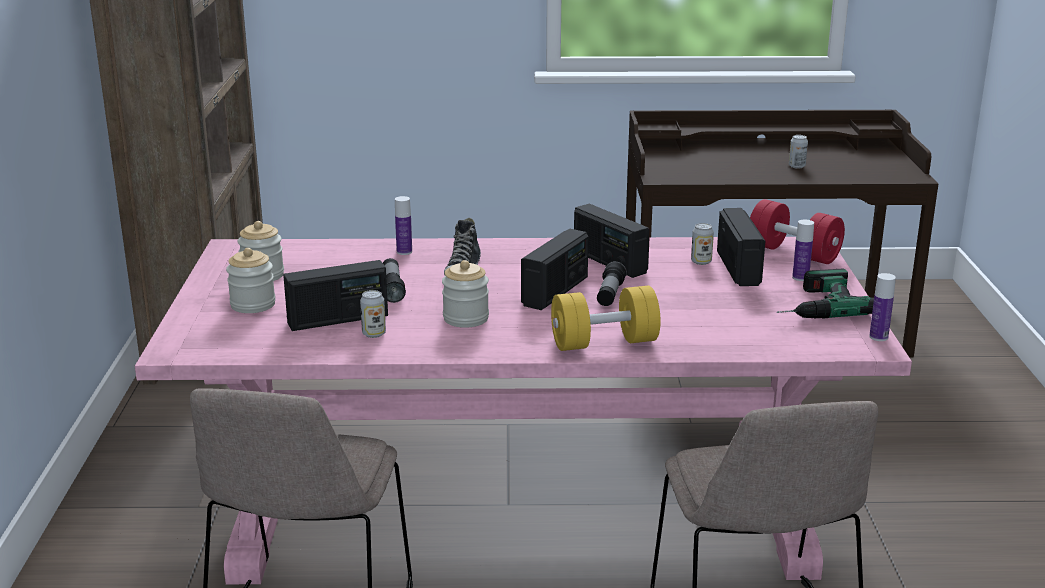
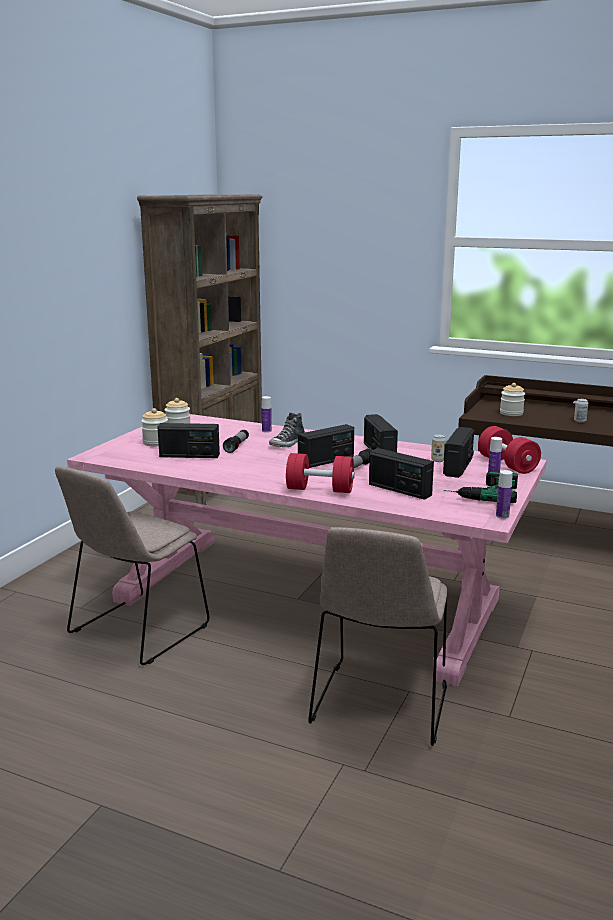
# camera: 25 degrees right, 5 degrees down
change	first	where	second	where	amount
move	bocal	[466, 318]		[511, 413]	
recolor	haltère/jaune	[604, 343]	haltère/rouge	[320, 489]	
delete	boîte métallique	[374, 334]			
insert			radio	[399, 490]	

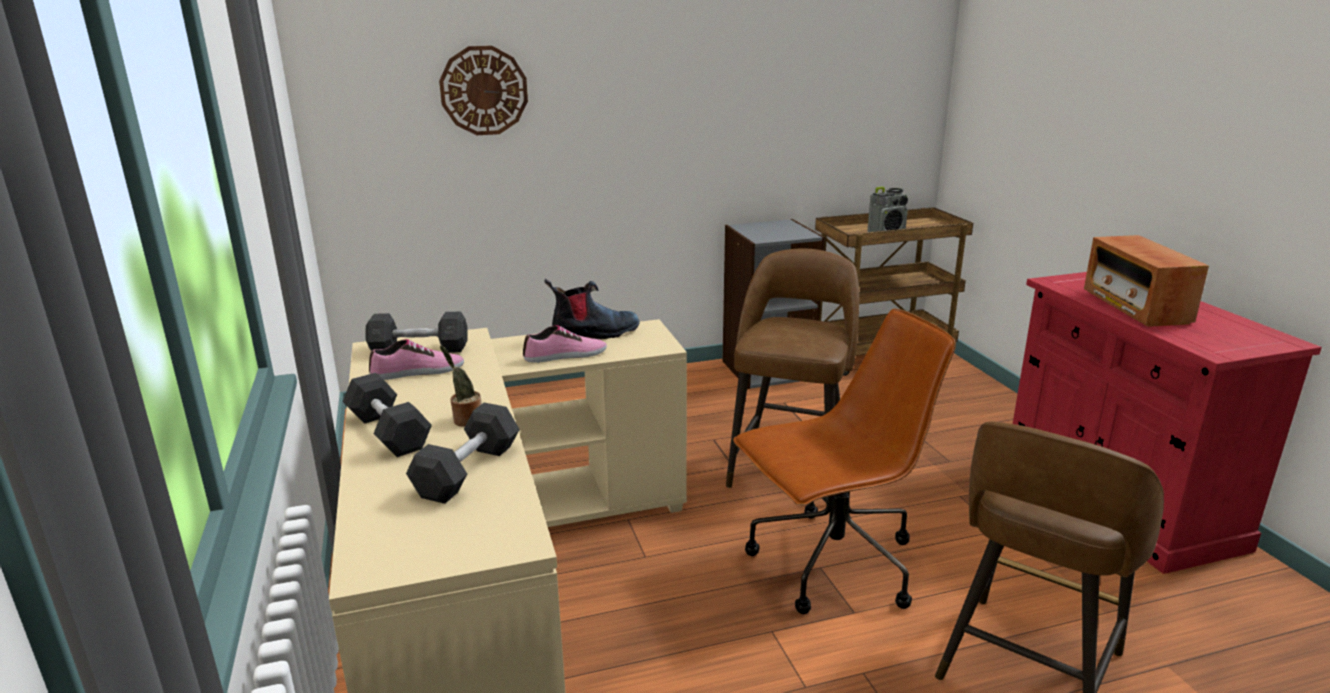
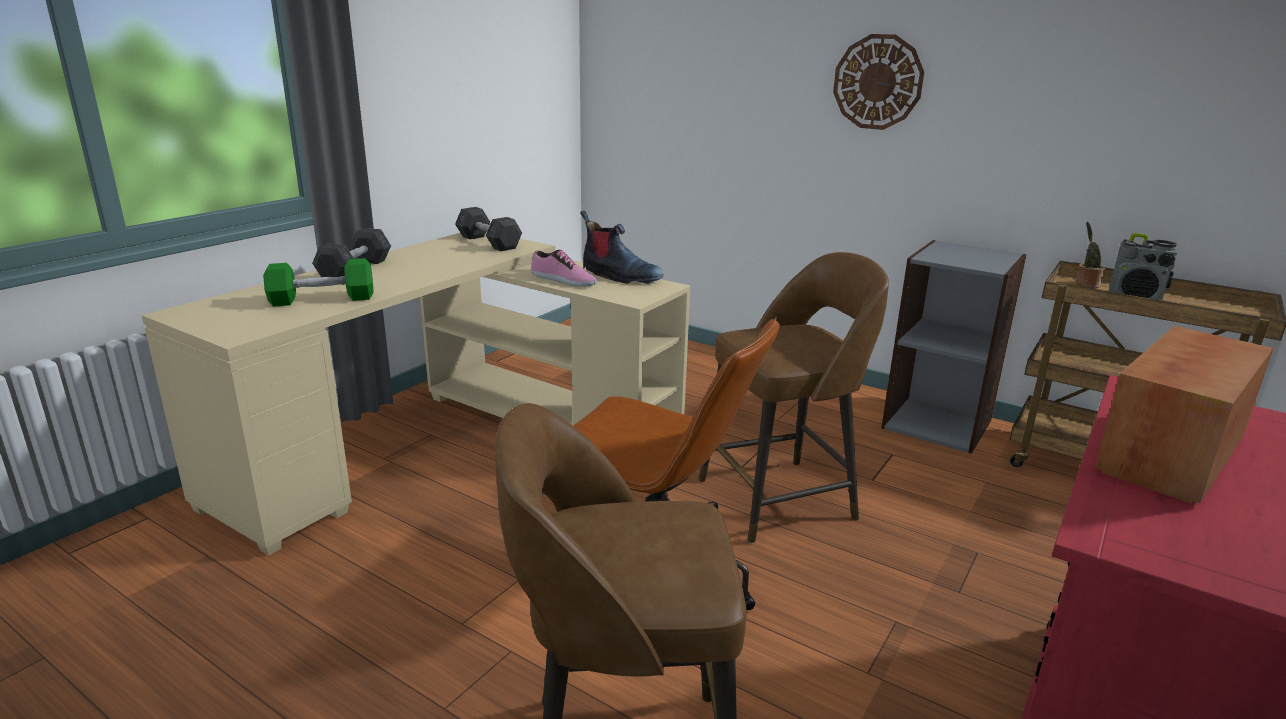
# camera: 50 degrees right, 0 degrees up
change	first	where	second	where	amount
move	horloge murale	[484, 91]		[878, 82]	
delete	chaussure	[418, 372]			
move	plante en pot	[465, 420]		[1085, 284]	
recolor	haltère/gris	[467, 471]	haltère/vert	[322, 299]	

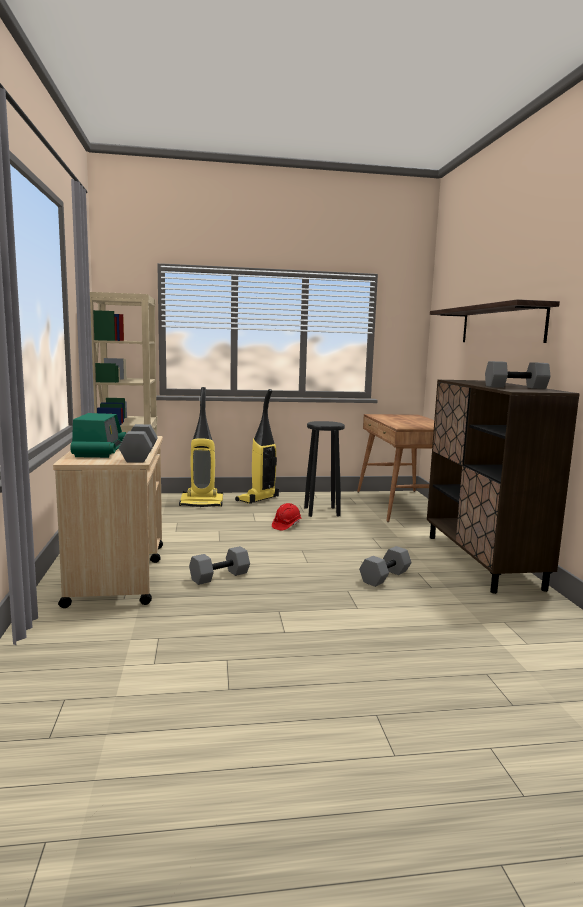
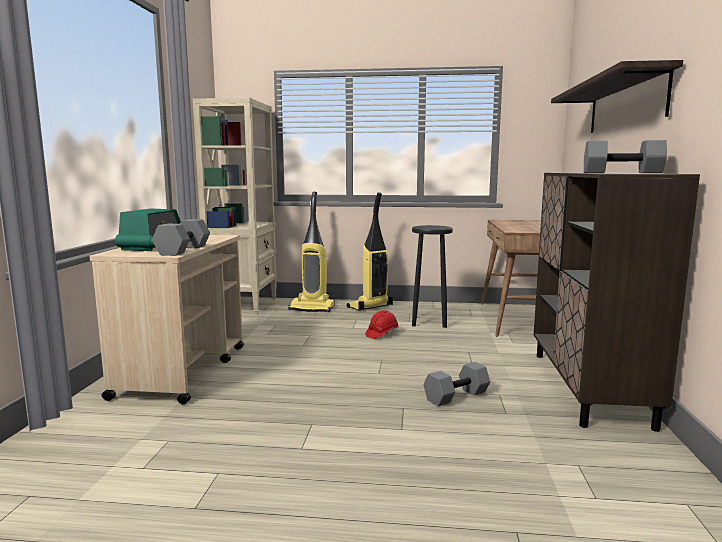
# camera: 15 degrees right, 0 degrees up
change	first	where	second	where	amount
delete	haltère/gris	[219, 576]			

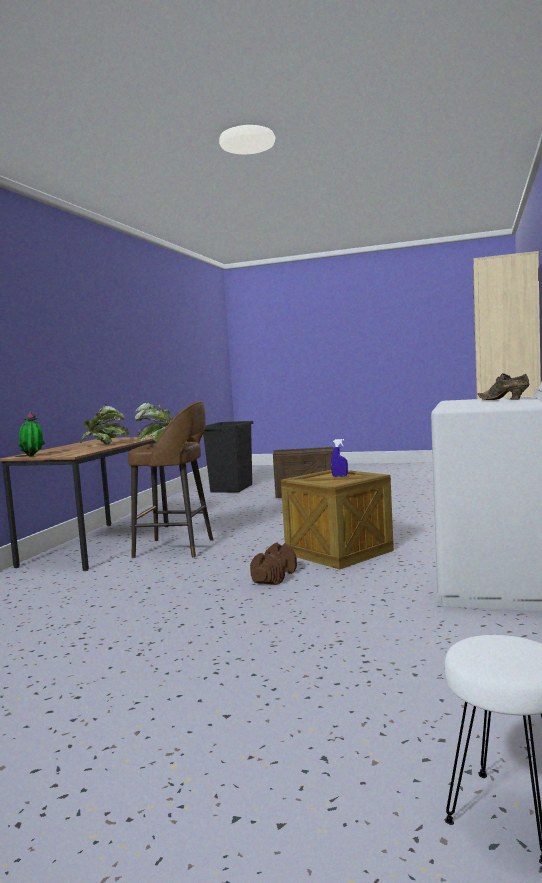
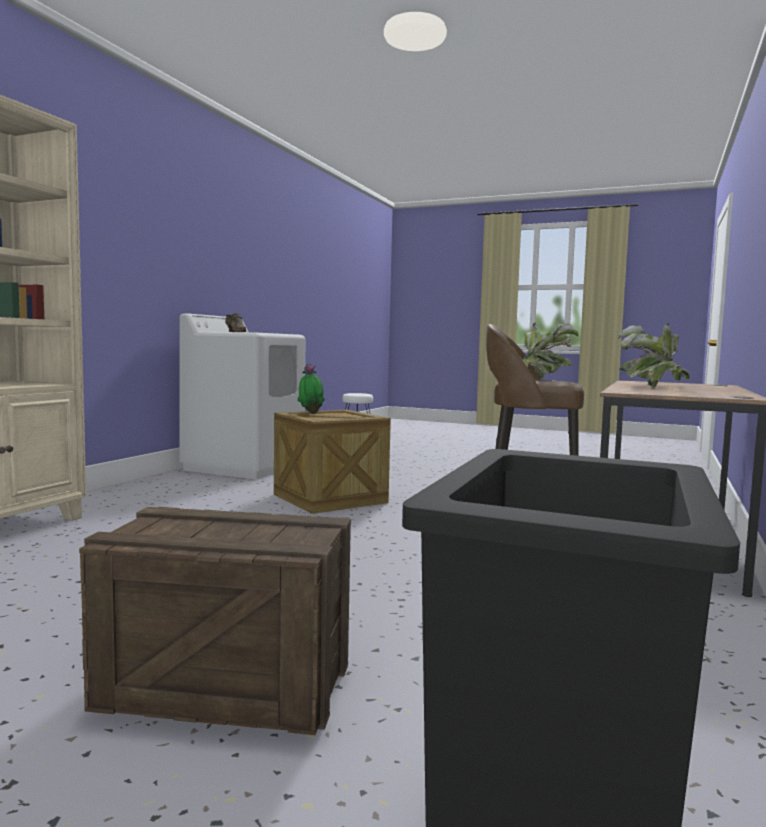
# camera: 175 degrees left, 0 degrees up
change	first	where	second	where	amount
move	plante en pot	[32, 456]		[311, 413]	
delete	vaporisateur/bleu	[339, 476]			
delete	haltère/marron	[275, 577]			

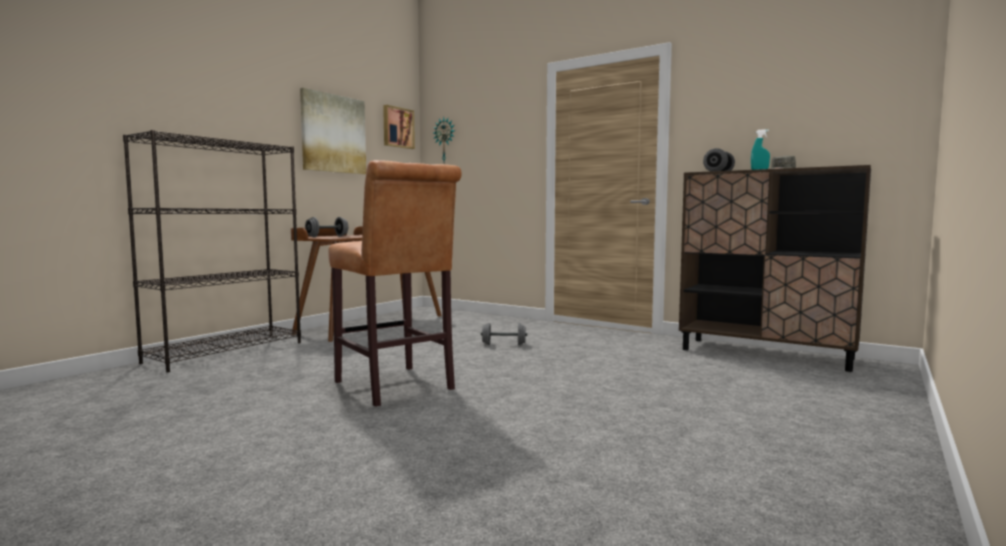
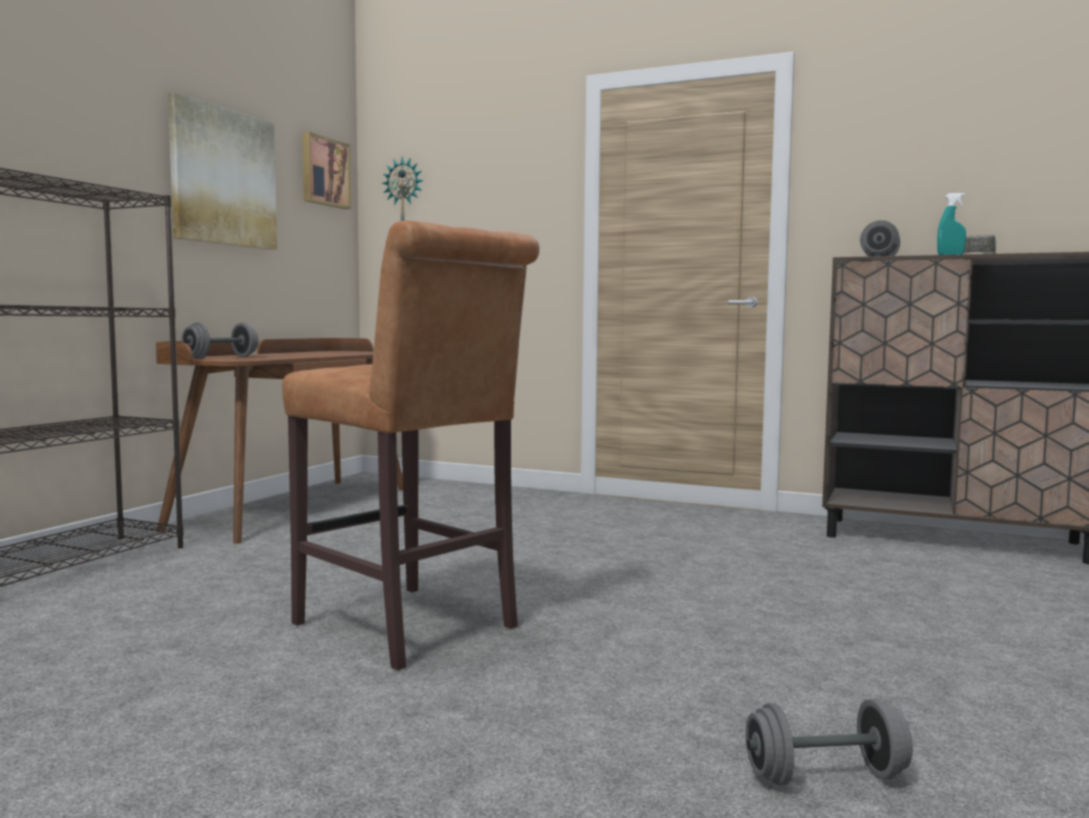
# camera: 10 degrees left, 0 degrees up
change	first	where	second	where	amount
move	haltère/gris	[504, 344]		[825, 776]	

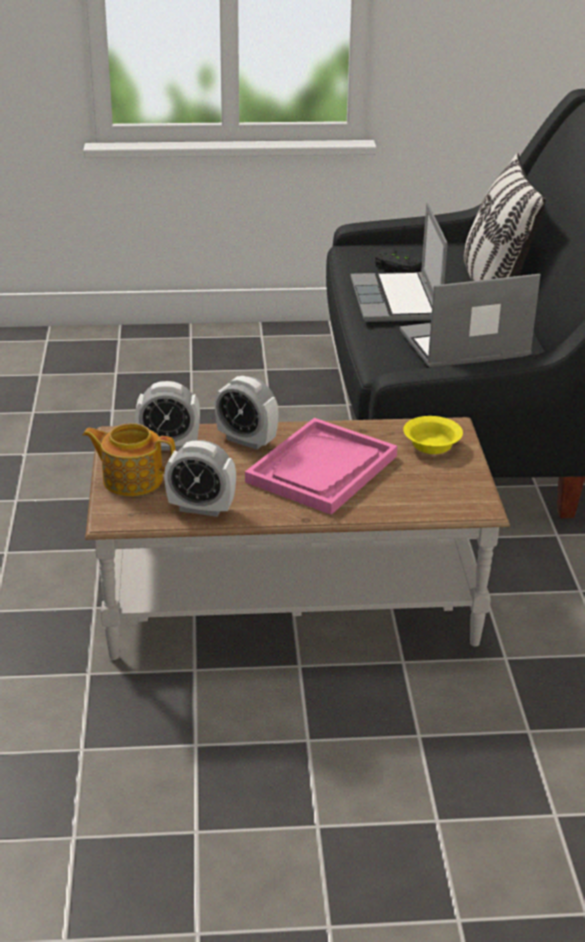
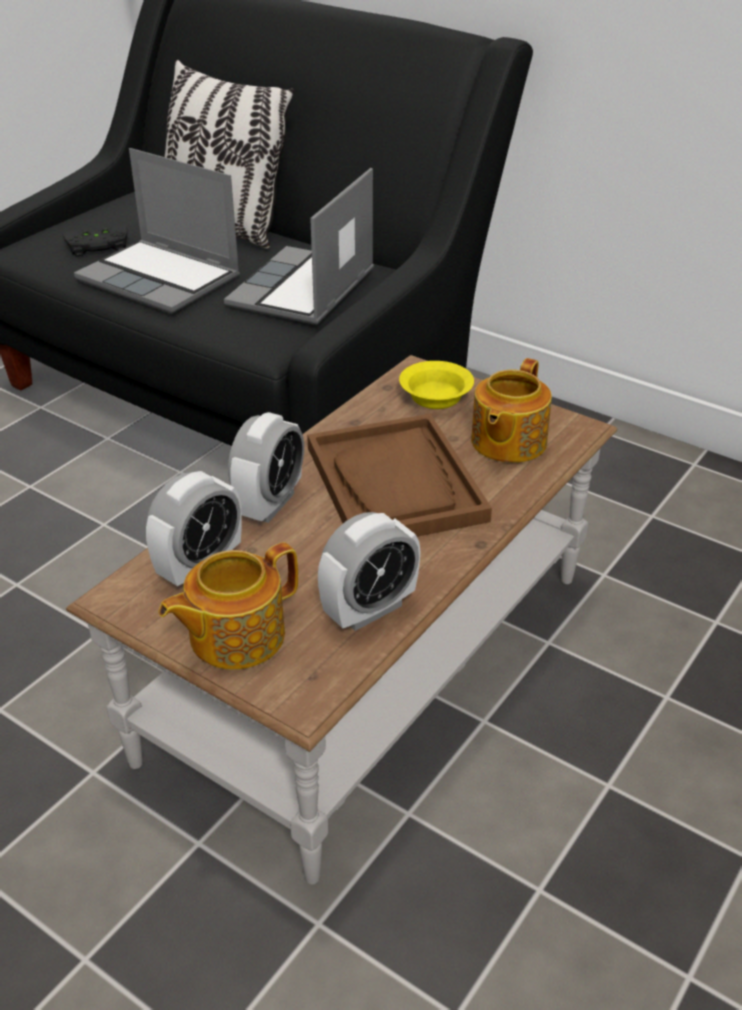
# camera: 50 degrees left, 5 degrees up
change	first	where	second	where	amount
rotate	réveil	[246, 440]		[270, 504]	45 degrees counterclockwise
recolor	plateau/rose	[322, 469]	plateau/marron	[395, 484]	
insert			théière	[507, 442]	

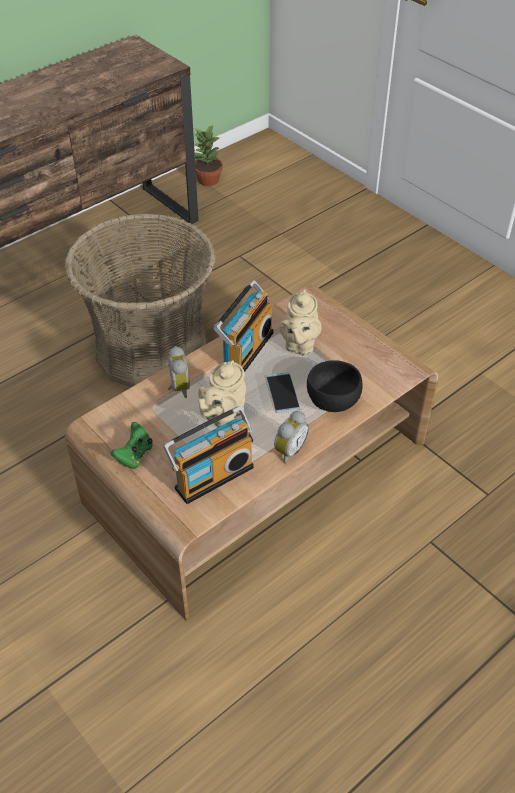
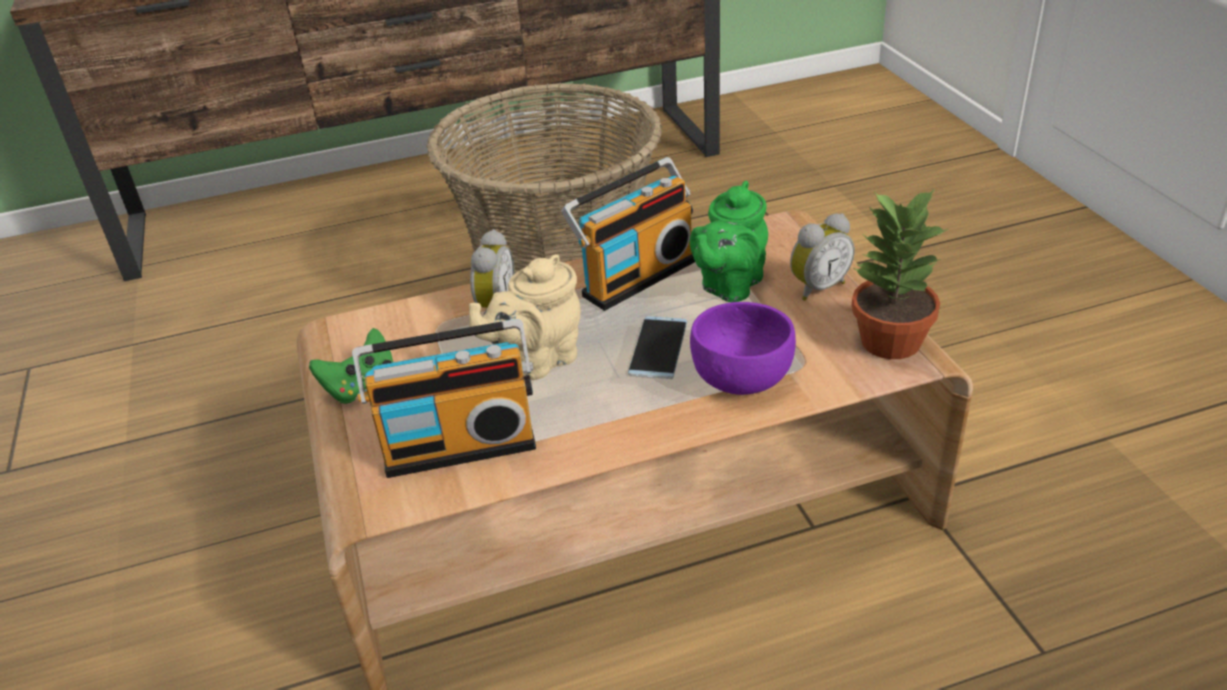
# camera: 25 degrees right, 10 degrees down
change	first	where	second	where	amount
move	plante en pot	[207, 180]		[888, 341]	
recolor	théière/beige	[299, 345]	théière/vert	[729, 286]	
recolor	bol/noir	[333, 399]	bol/violet	[742, 375]	
move	réveil	[288, 450]		[817, 287]	

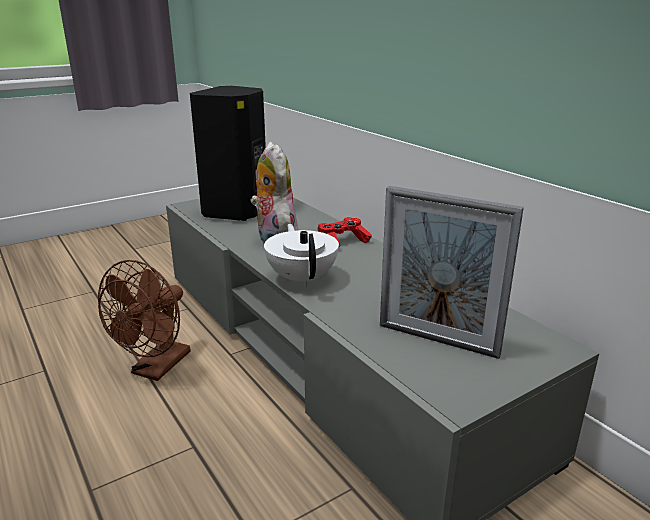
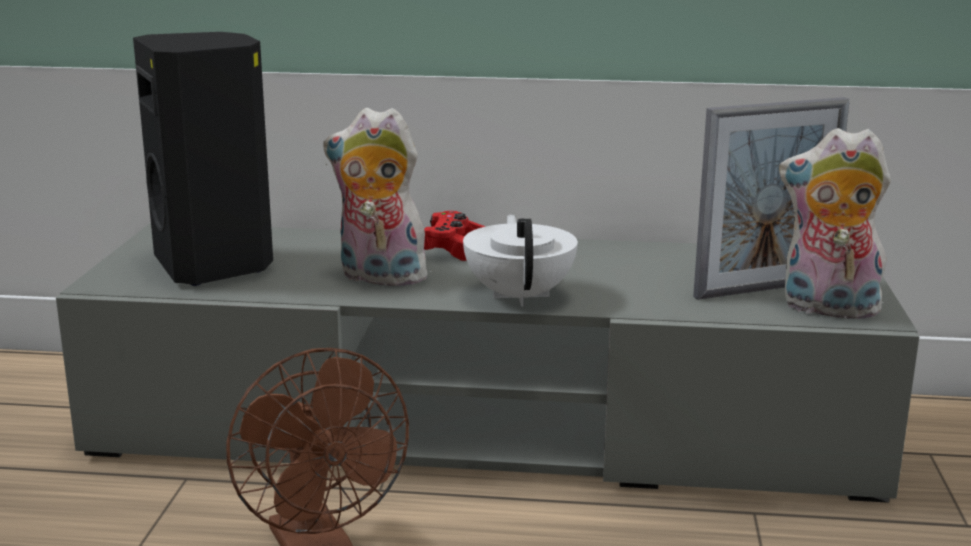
# camera: 50 degrees left, 5 degrees down
change	first	where	second	where	amount
rotate	théière/blanc	[302, 278]		[520, 296]	60 degrees clockwise
insert			peluche	[827, 309]	

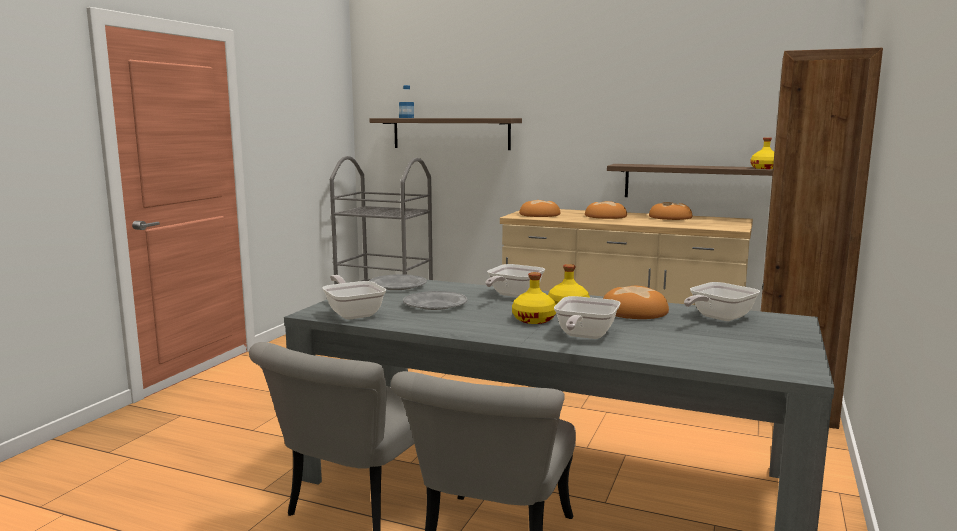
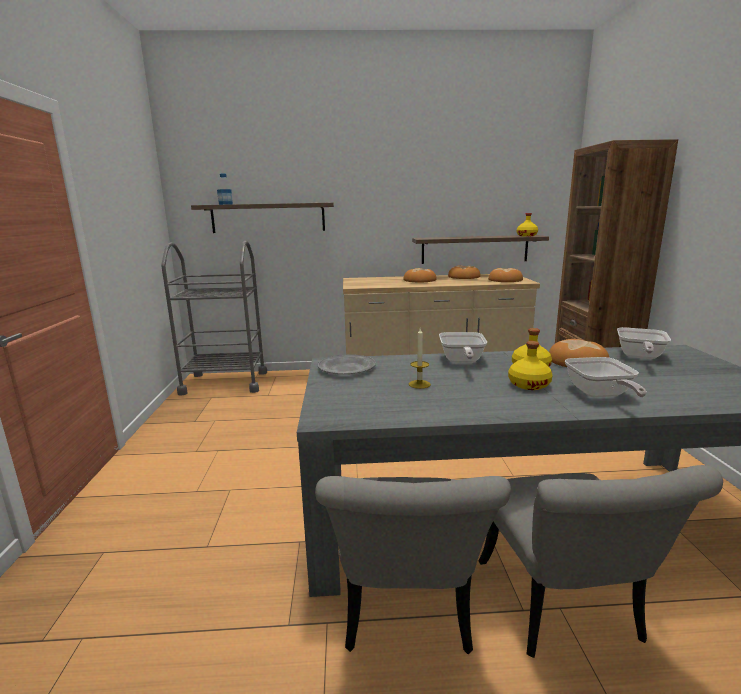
# camera: 25 degrees left, 5 degrees up
change	first	where	second	where	amount
move	pain	[540, 215]		[505, 280]	
delete	poêle	[353, 313]			
replace	assiette/gris	[435, 305]	bougie	[419, 384]	

